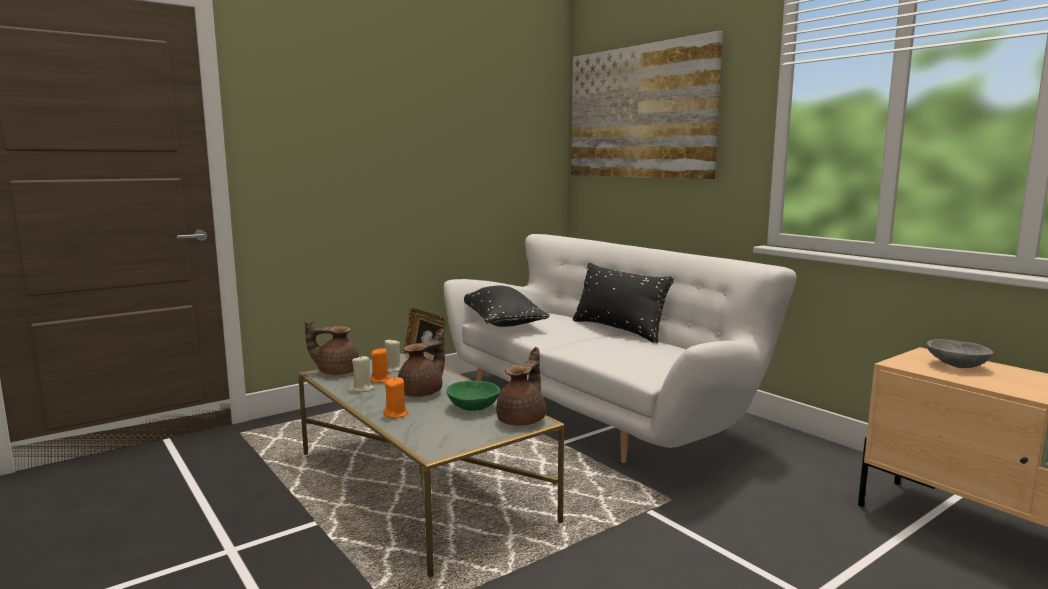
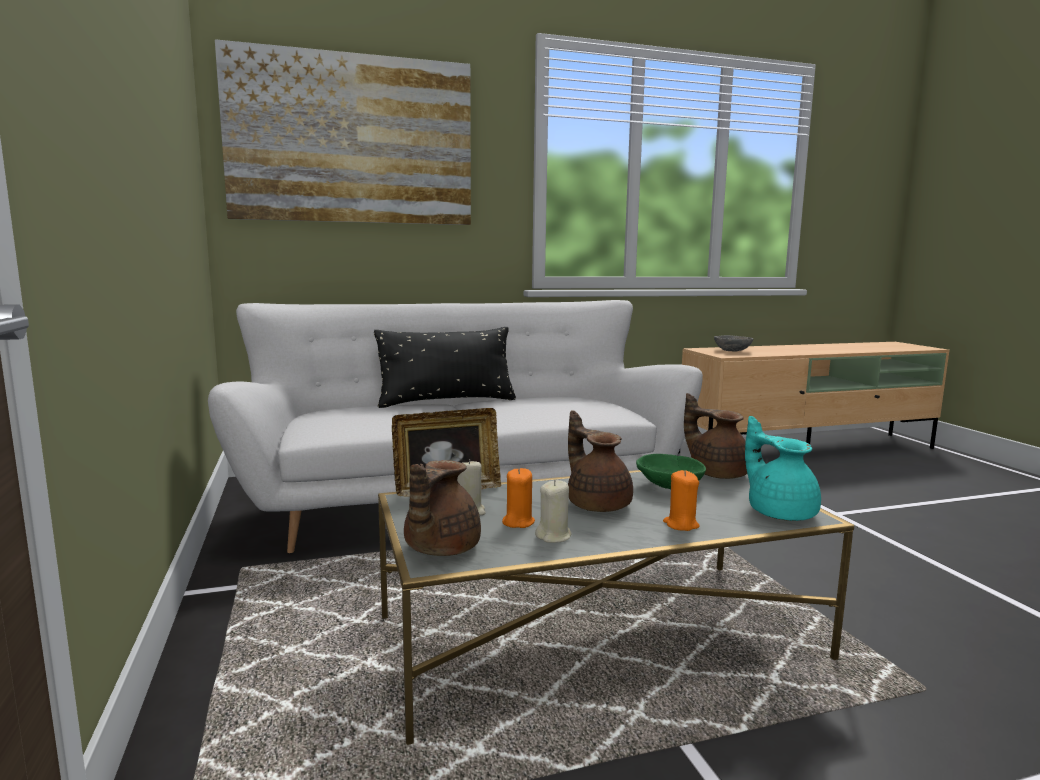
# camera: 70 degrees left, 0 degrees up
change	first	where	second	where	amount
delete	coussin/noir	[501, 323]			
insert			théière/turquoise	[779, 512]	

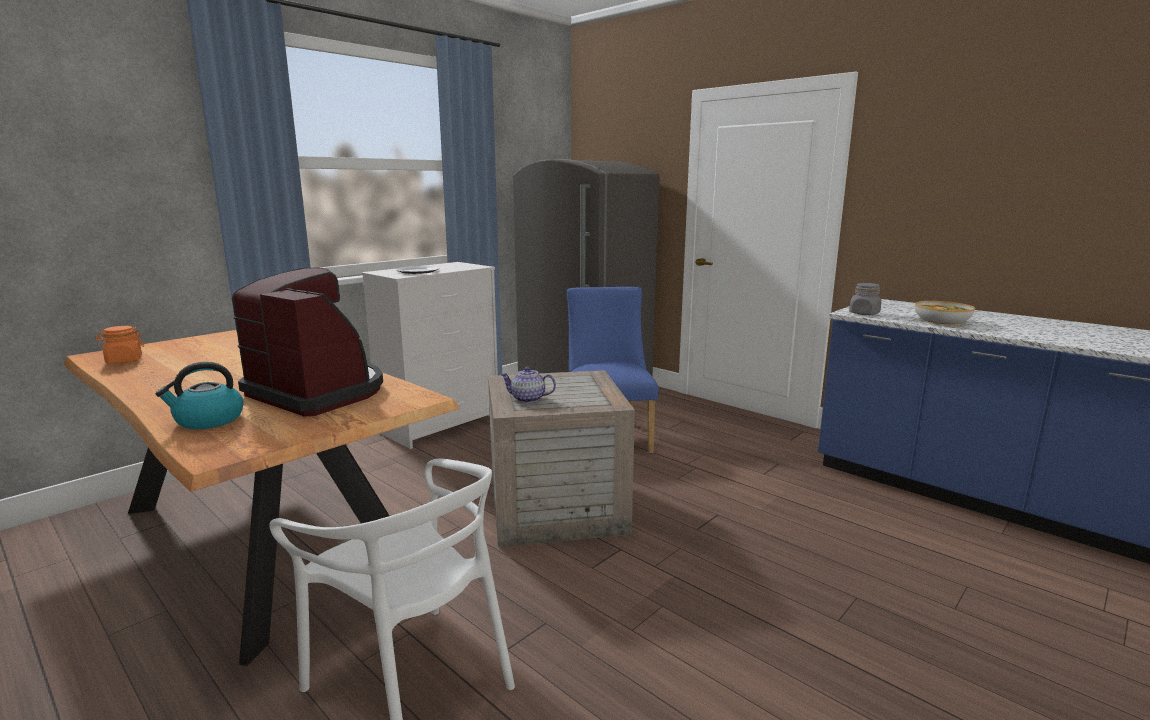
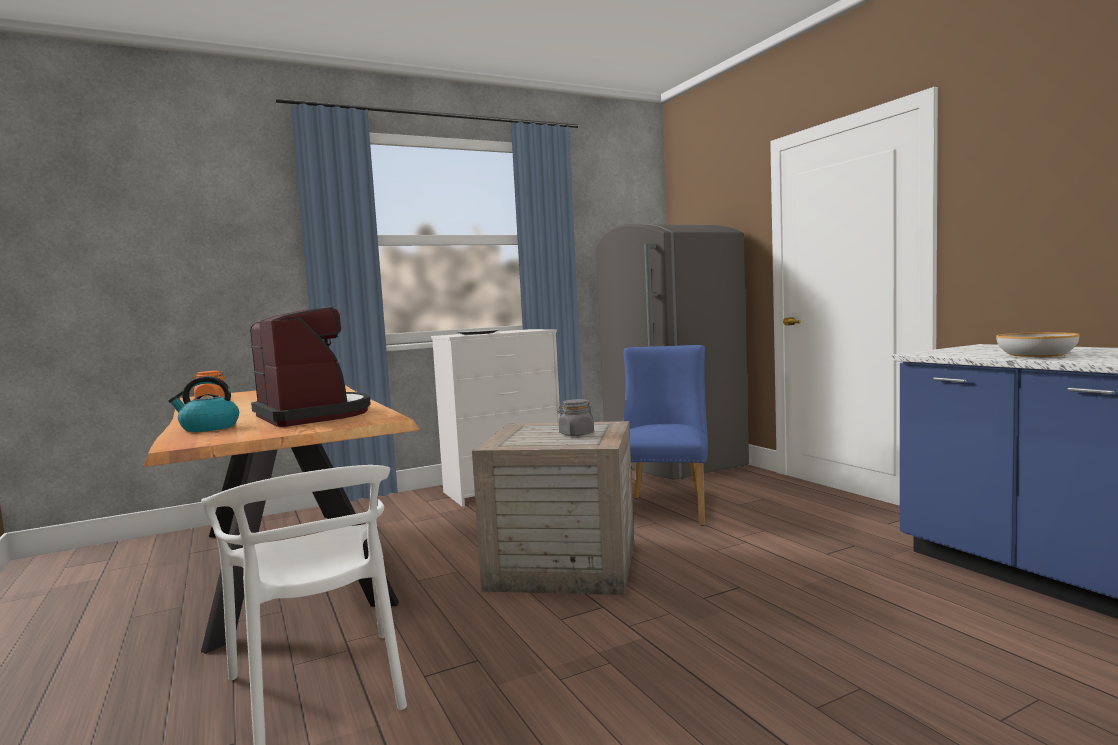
# camera: 20 degrees right, 10 degrees down
change	first	where	second	where	amount
move	bocal/gris	[864, 313]		[576, 434]	
delete	théière	[527, 399]			

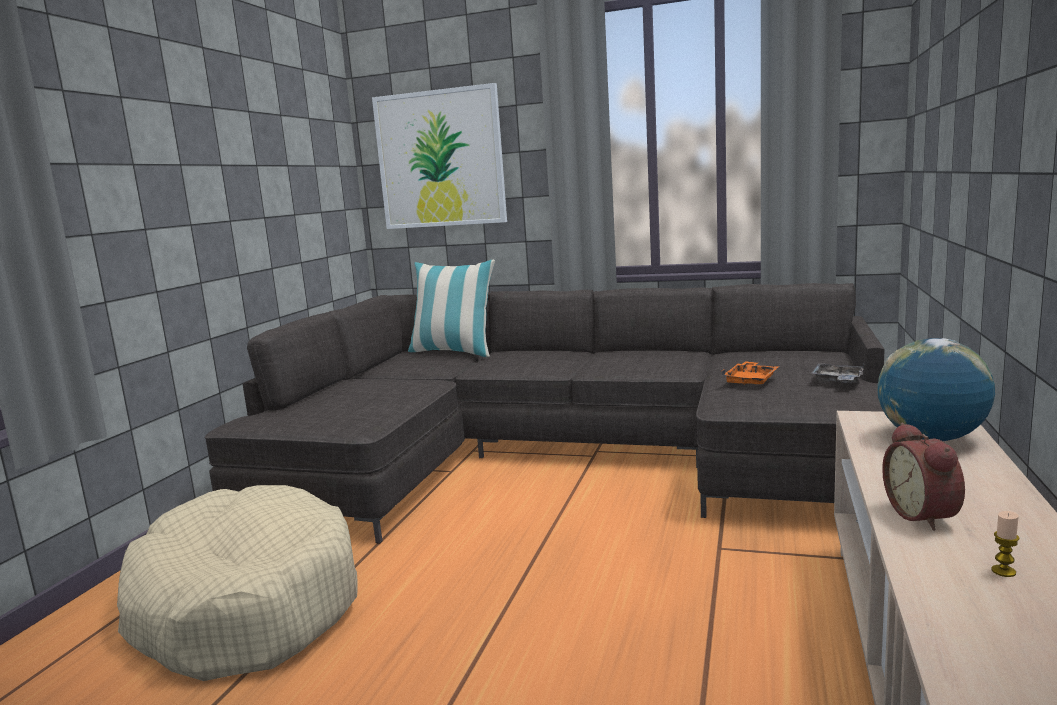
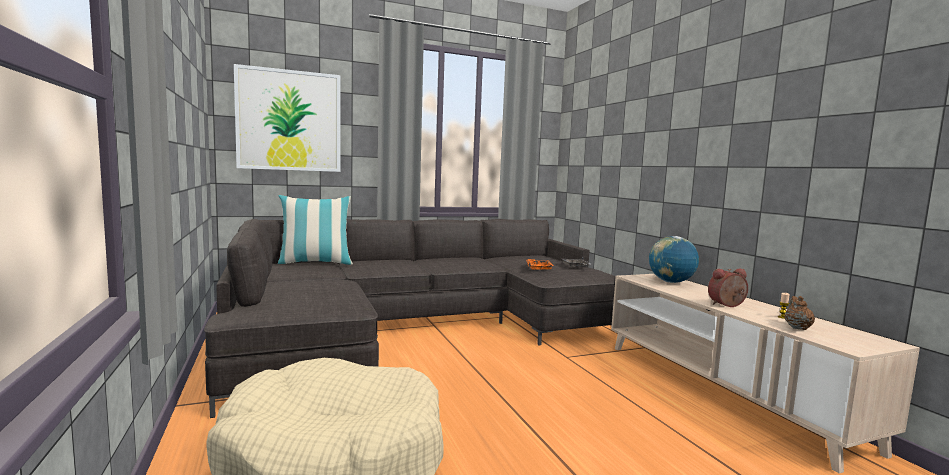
# camera: 40 degrees left, 5 degrees down
change	first	where	second	where	amount
rotate	réveil	[924, 515]		[727, 305]	120 degrees clockwise
insert			théière/marron	[797, 327]	

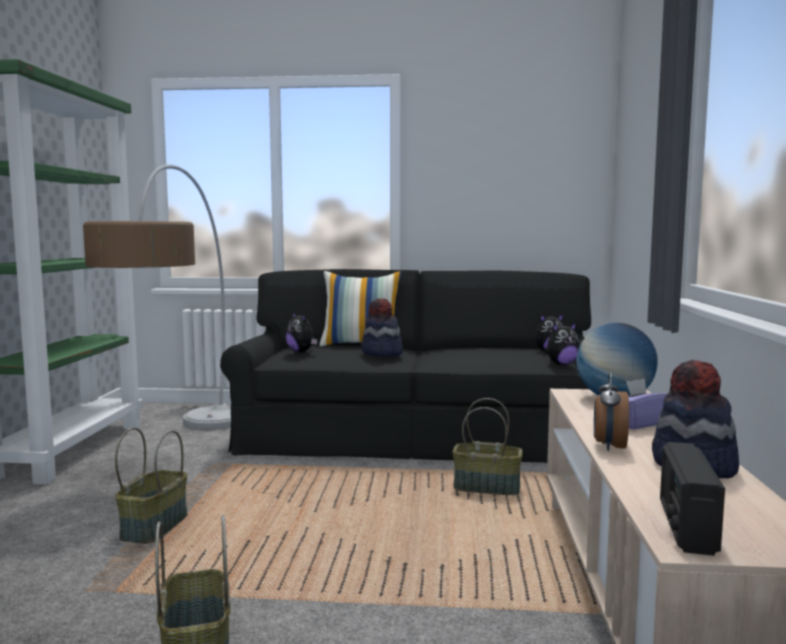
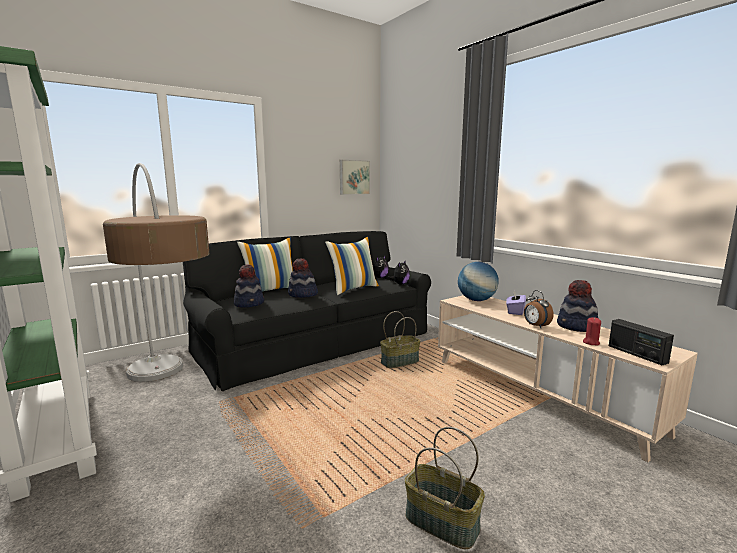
# camera: 40 degrees left, 5 degrees up
change	first	where	second	where	amount
replace	peluche	[301, 352]	chapeau	[249, 303]	
delete	panier	[154, 526]			
insert			tableau	[354, 177]	
insert			coussin	[353, 289]	
insert			bougie/rouge	[591, 342]	

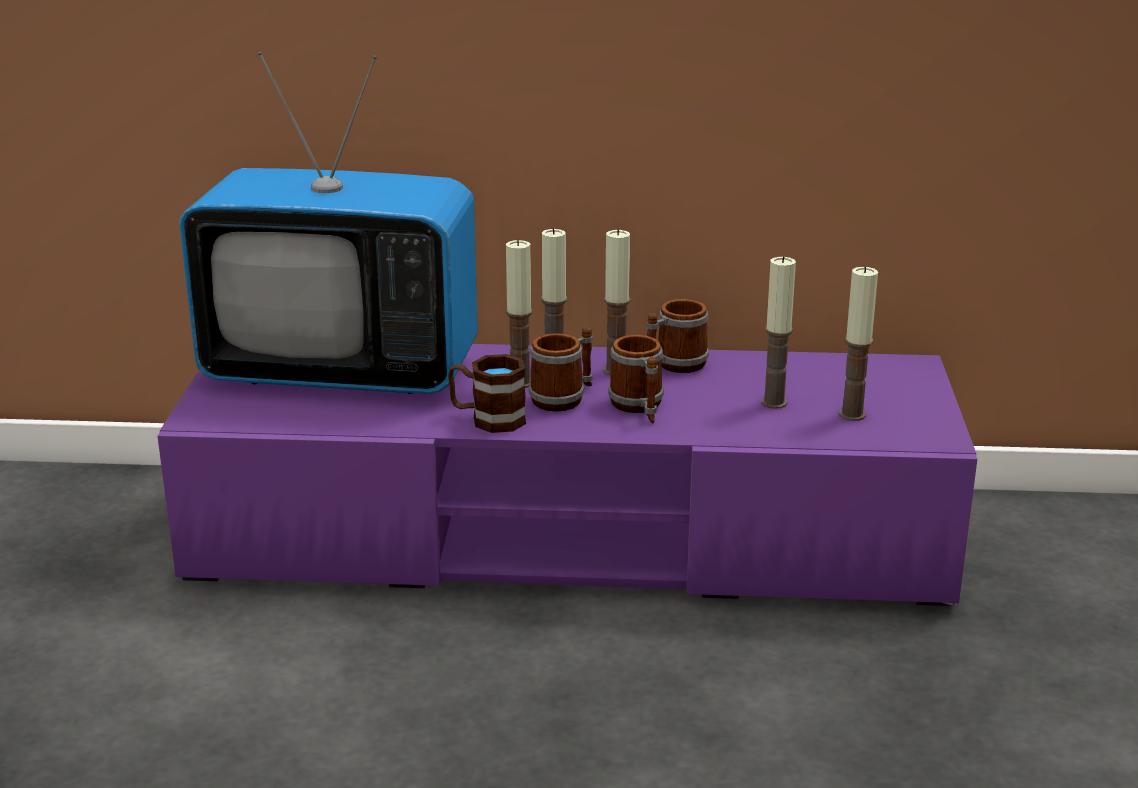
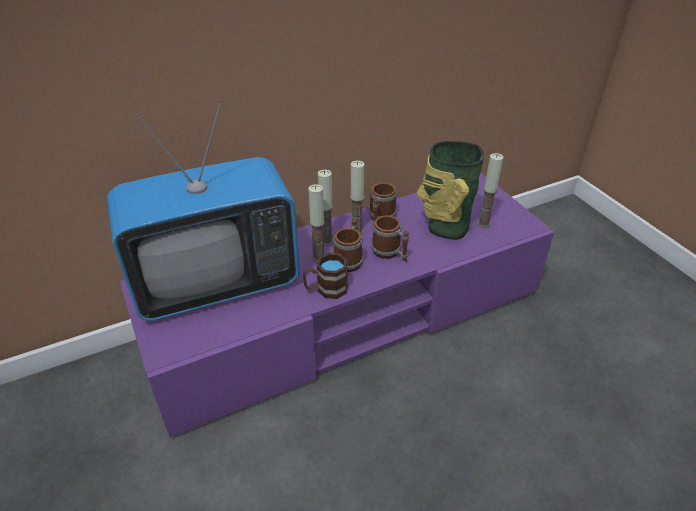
# camera: 30 degrees left, 15 degrees up
change	first	where	second	where	amount
replace	bougie	[774, 402]	vase	[445, 227]	

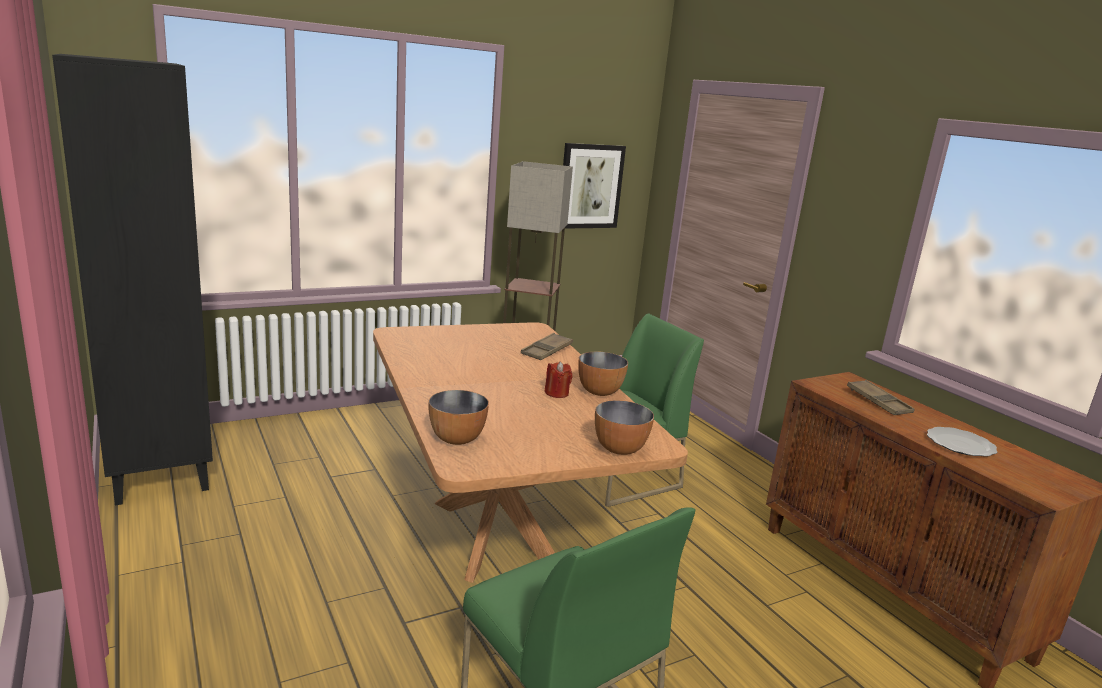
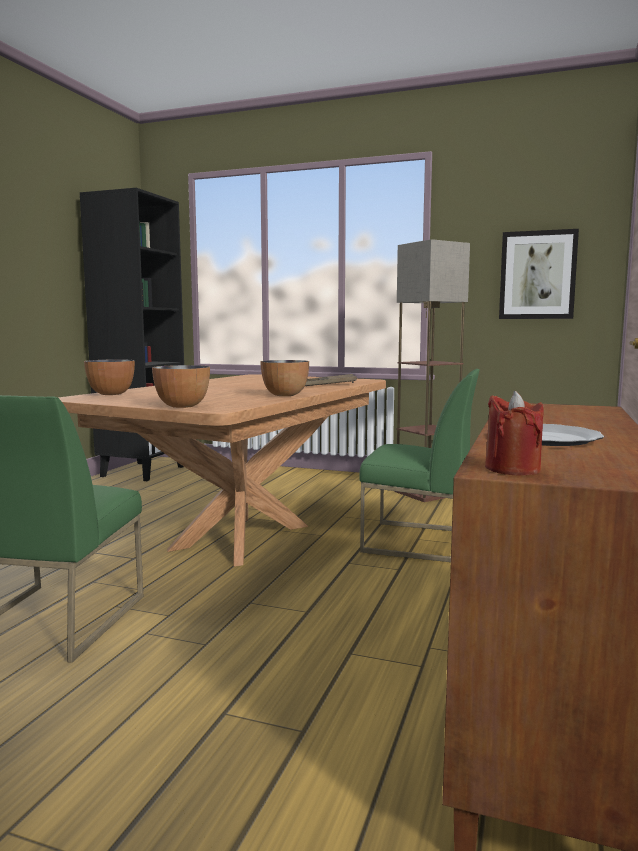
# camera: 50 degrees right, 10 degrees down
change	first	where	second	where	amount
move	bougie/rouge	[557, 393]		[512, 469]	
delete	plateau/marron	[878, 402]			

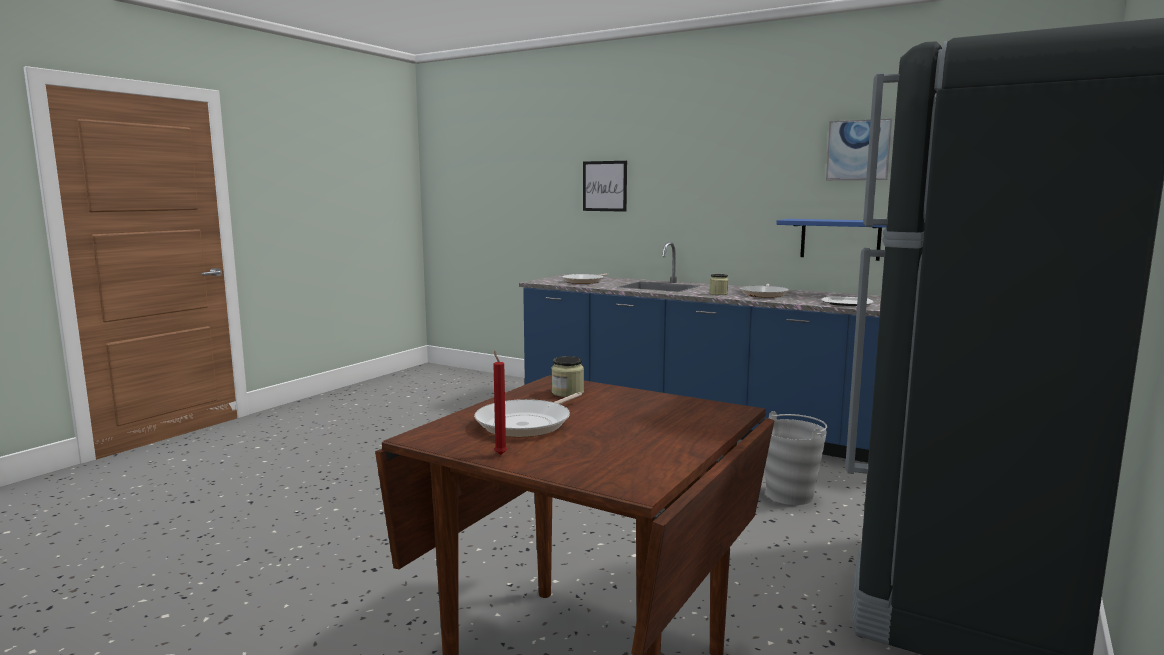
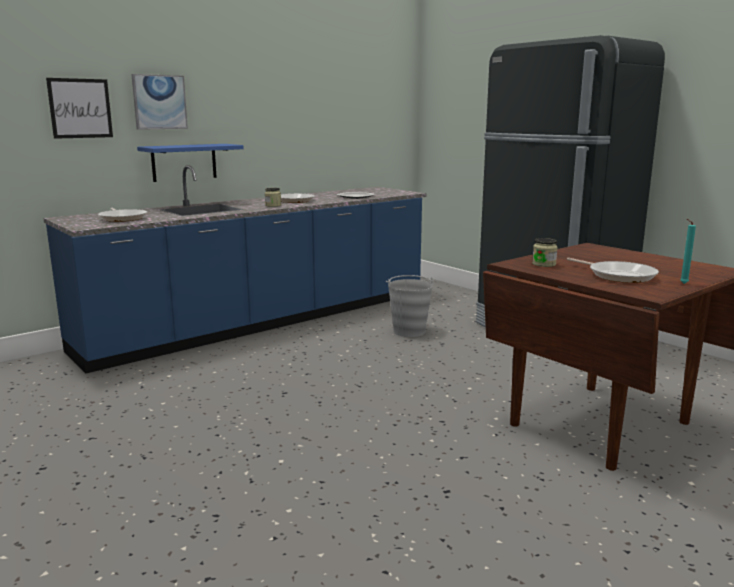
# camera: 70 degrees left, 5 degrees up
change	first	where	second	where	amount
move	tableau	[858, 150]		[159, 102]	
move	étagère/bleu	[840, 239]		[184, 162]	
recolor	bougie/rouge	[500, 454]	bougie/turquoise	[682, 283]	

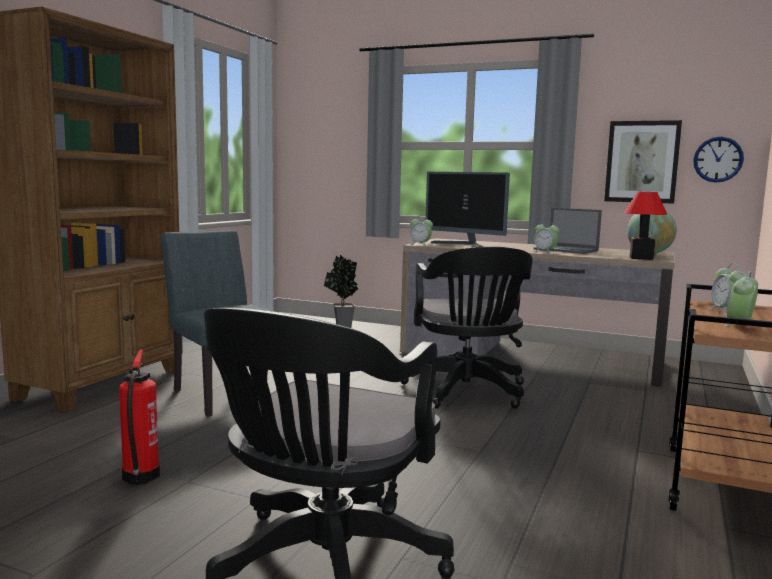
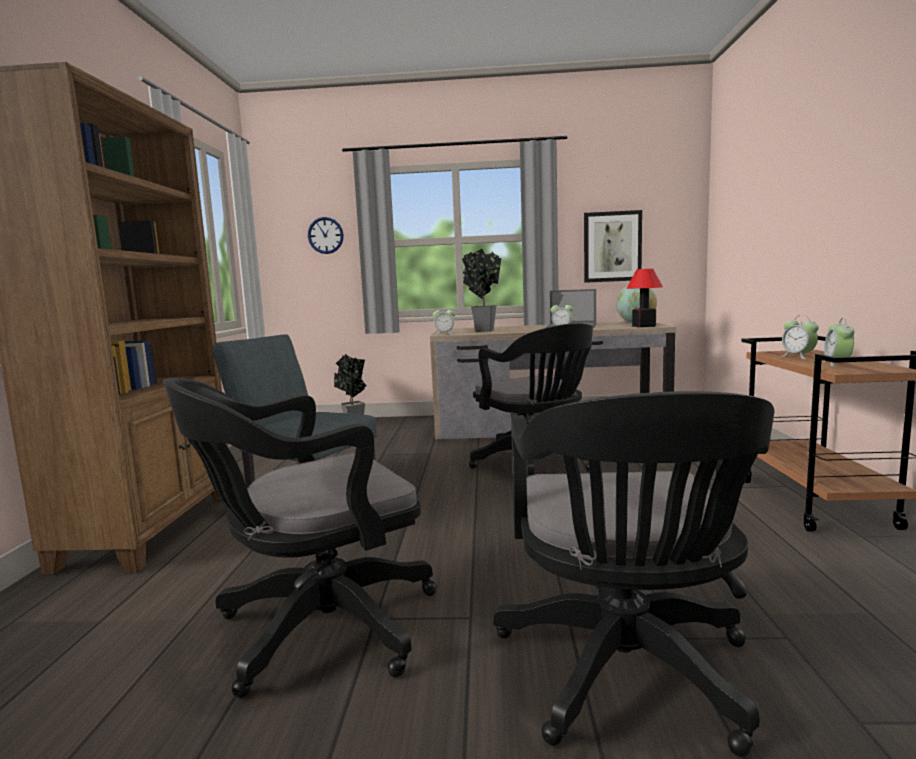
# camera: 20 degrees left, 0 degrees up
change	first	where	second	where	amount
move	horloge murale	[718, 159]		[325, 235]	
replace	écran d'ordinateur	[465, 245]	plante en pot	[481, 331]	
replace	extincteur	[139, 478]	chaise de bureau/noir	[316, 629]	

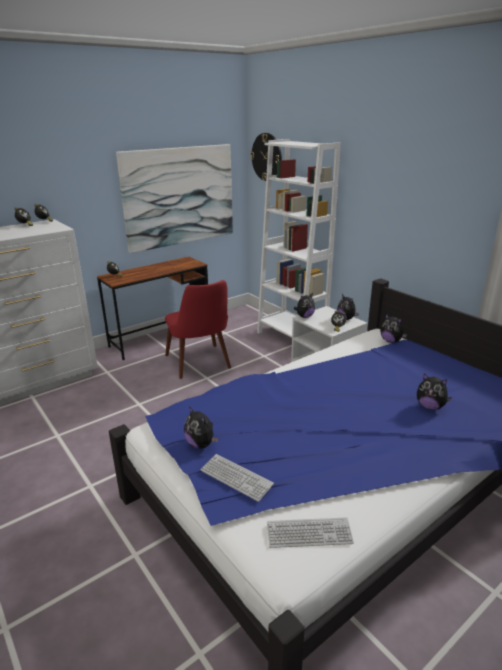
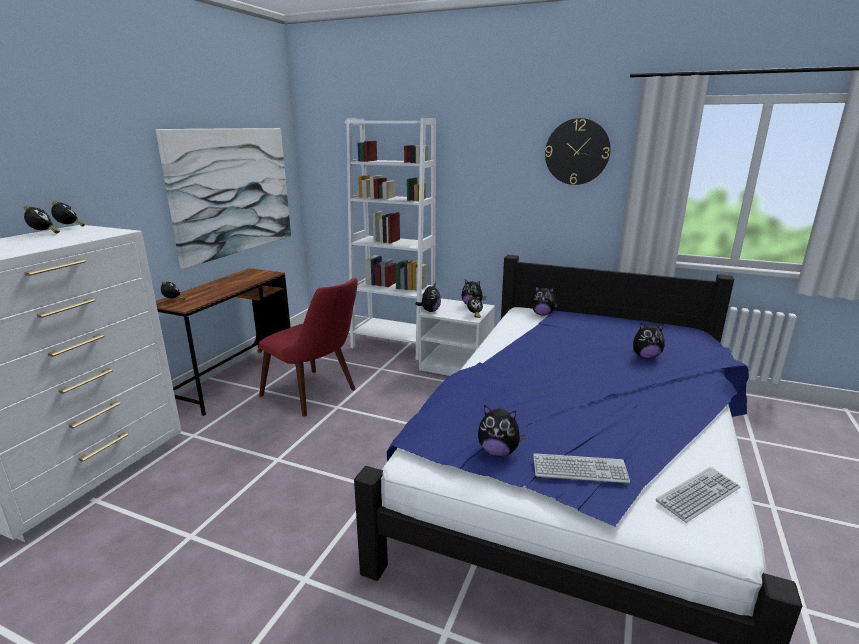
# camera: 30 degrees left, 5 degrees down
change	first	where	second	where	amount
move	horloge murale	[266, 157]		[577, 152]	

